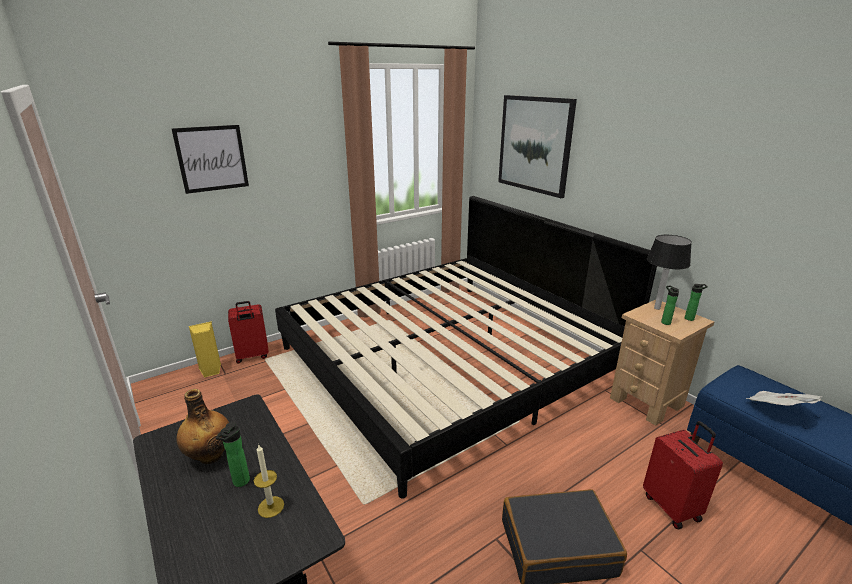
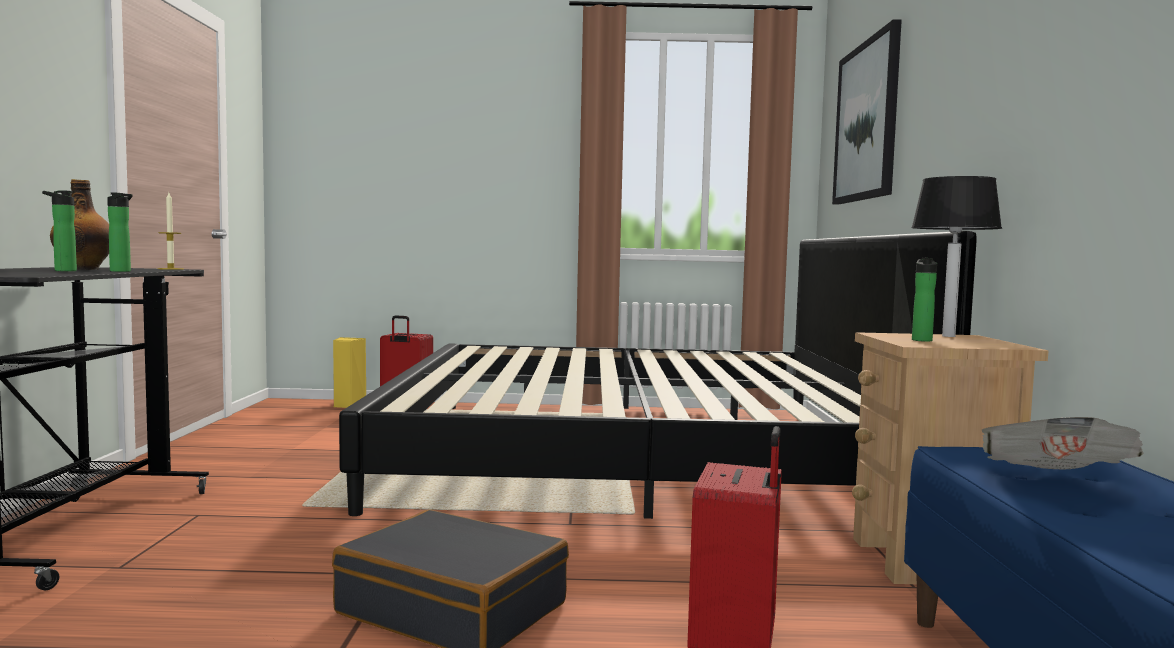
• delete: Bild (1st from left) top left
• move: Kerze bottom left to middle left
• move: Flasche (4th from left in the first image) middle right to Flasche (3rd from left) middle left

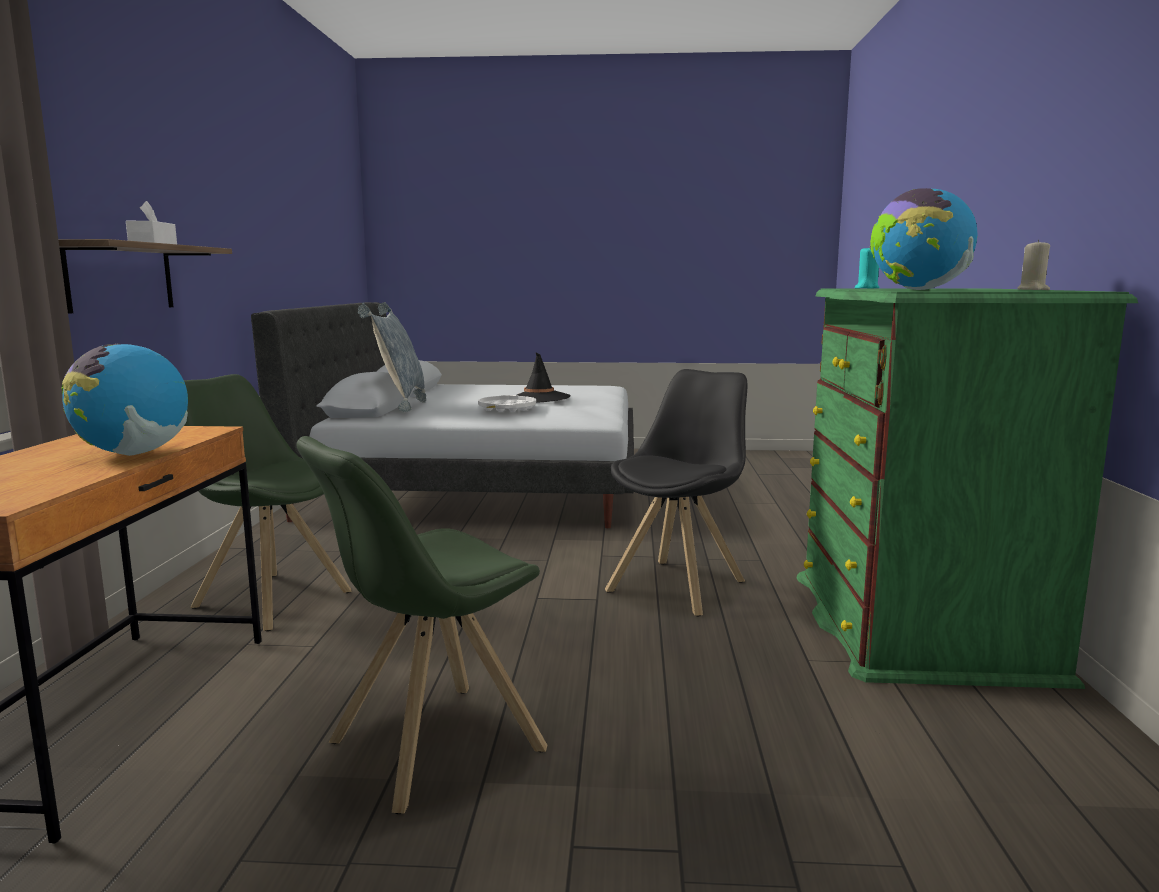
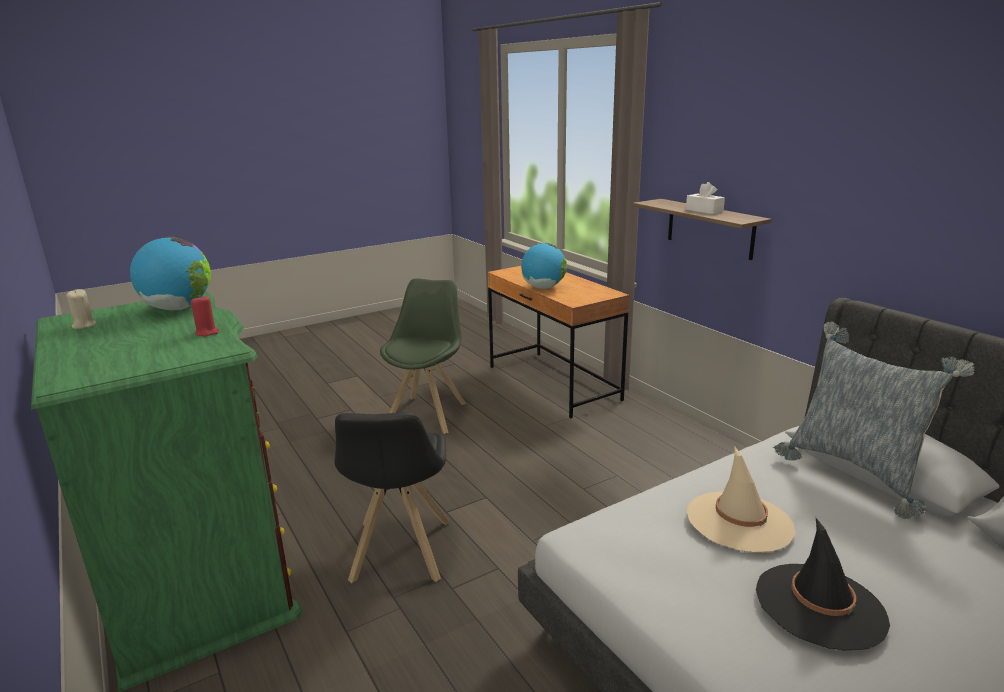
• delete: Stuhl/grün (1st from left) middle left
• replace: Tablett/weiß centre to Hut/beige bottom right
• recolor: Kerze/türkis top right to Kerze/rot middle left

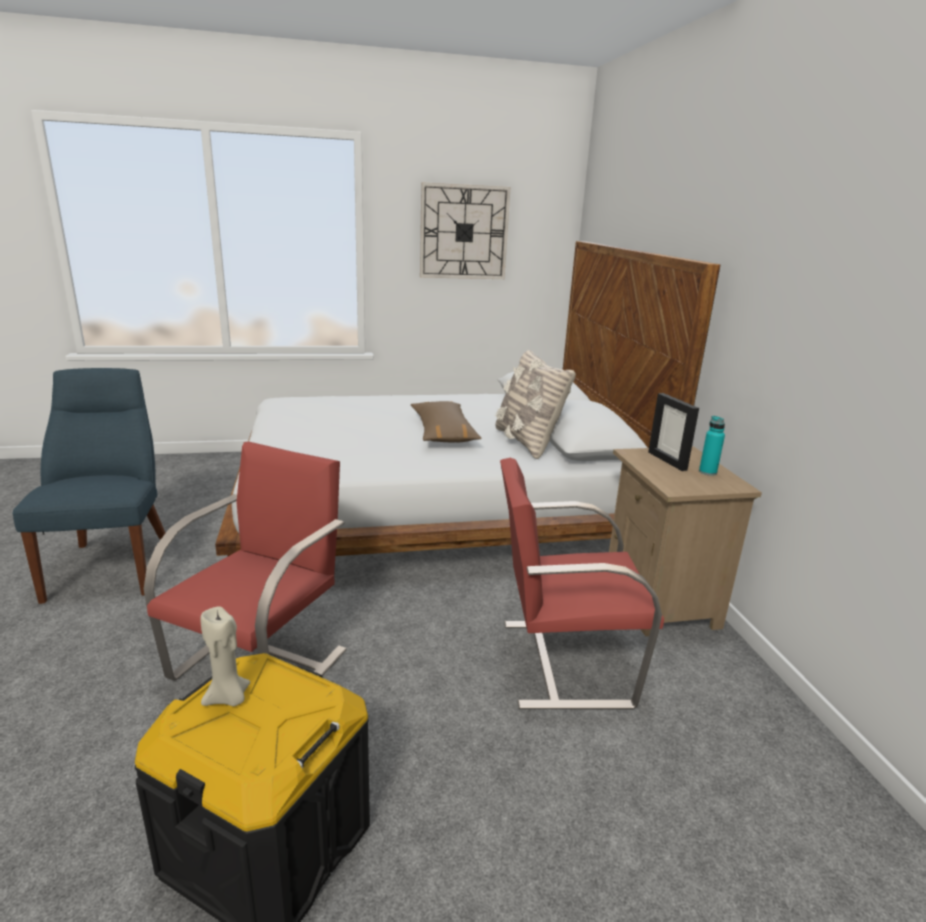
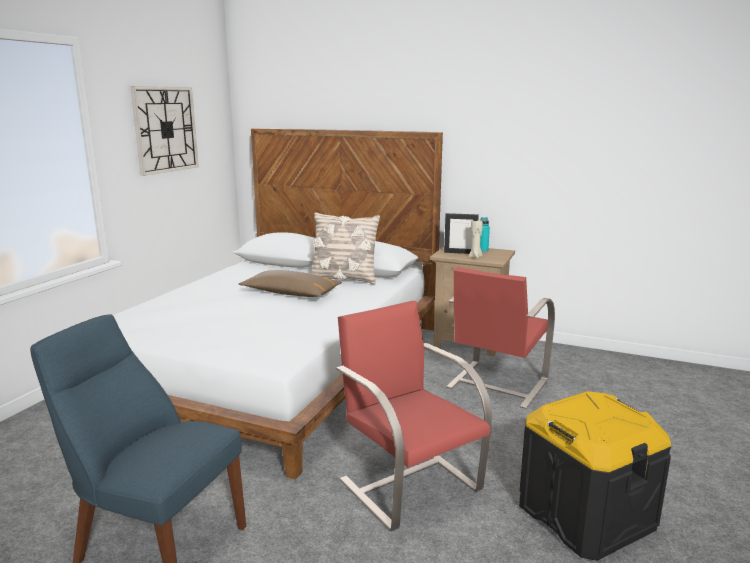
• move: Kerze/beige bottom left to centre

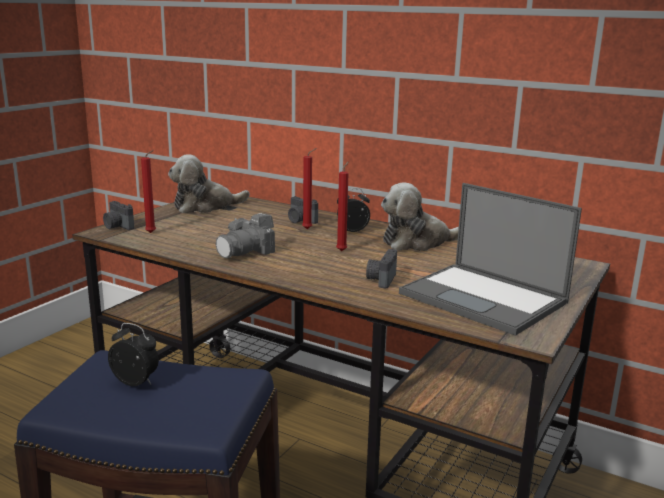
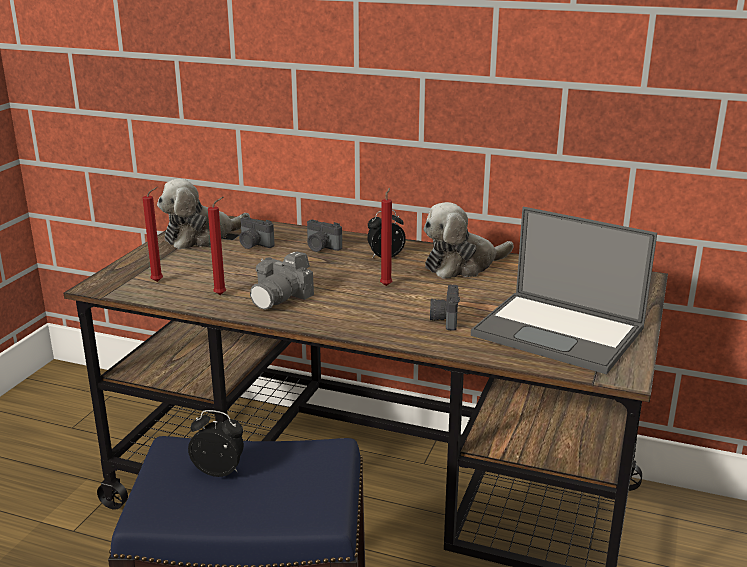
• move: Kamera (1st from left) middle left to centre
• move: Kerze/rot (2nd from left) centre to middle left

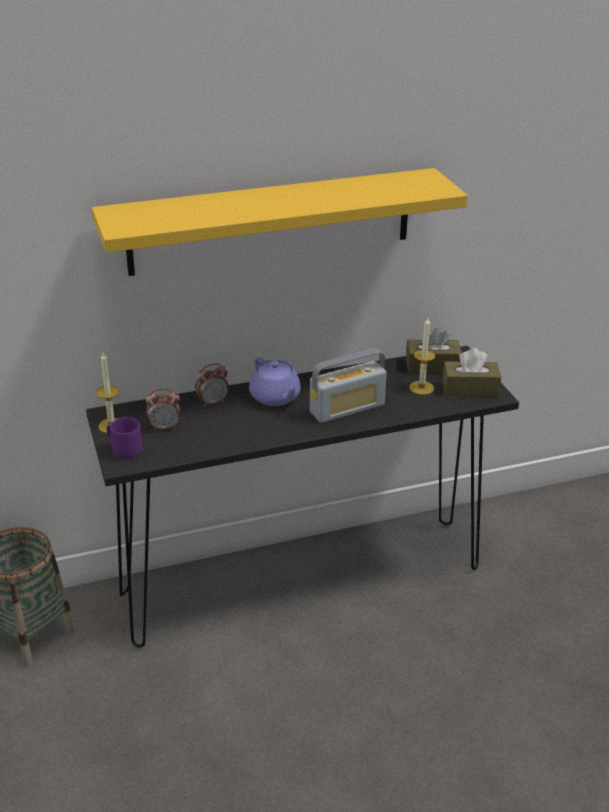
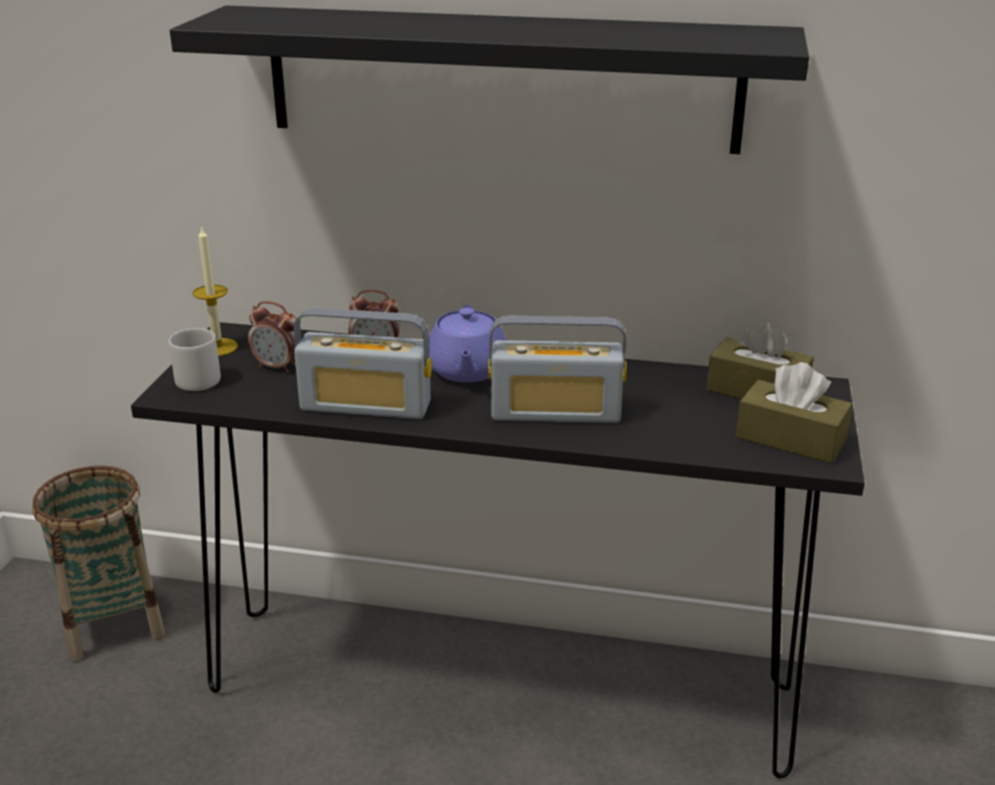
• recolor: Wandregal/gelb top centre to Wandregal/schwarz top centre
• recolor: Henkelbecher/lila middle left to Henkelbecher/grau middle left
• delete: Kerze (2nd from left) middle right
• insert: Radio (1st from left) centre

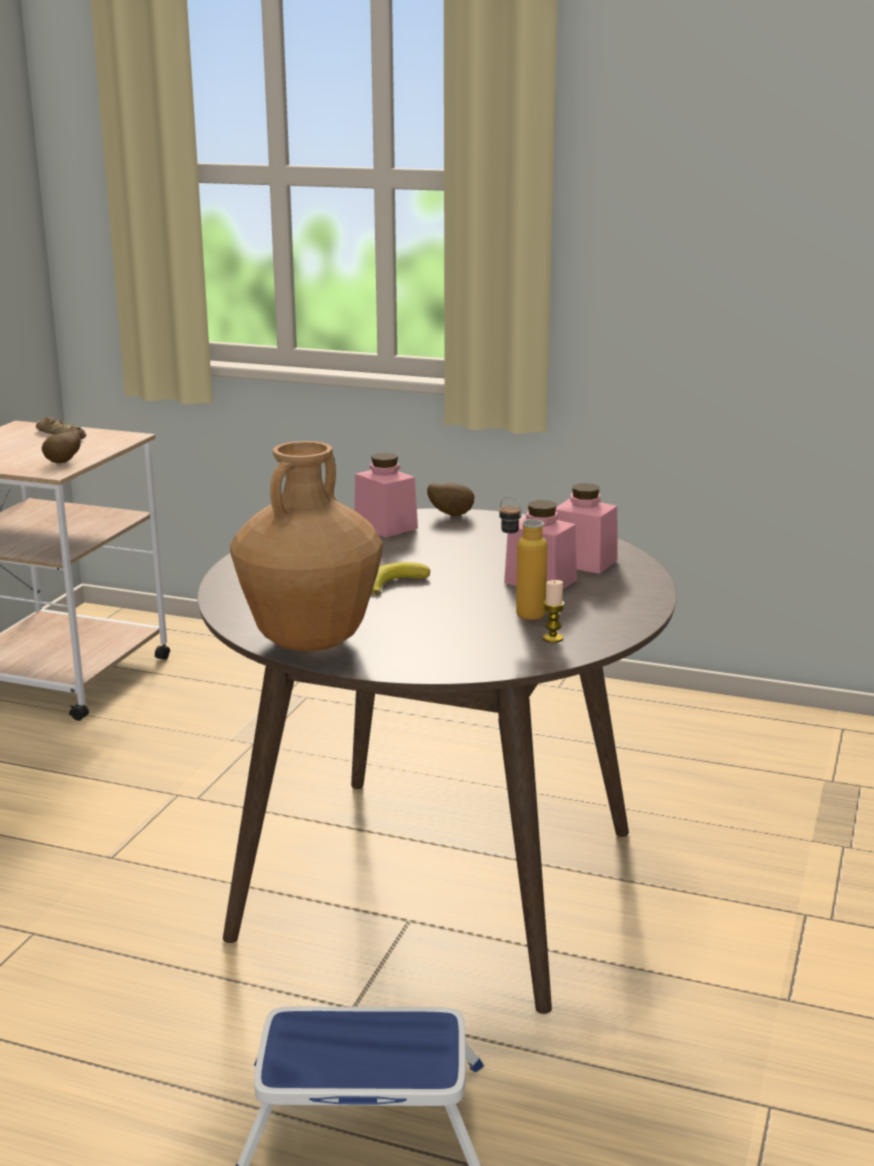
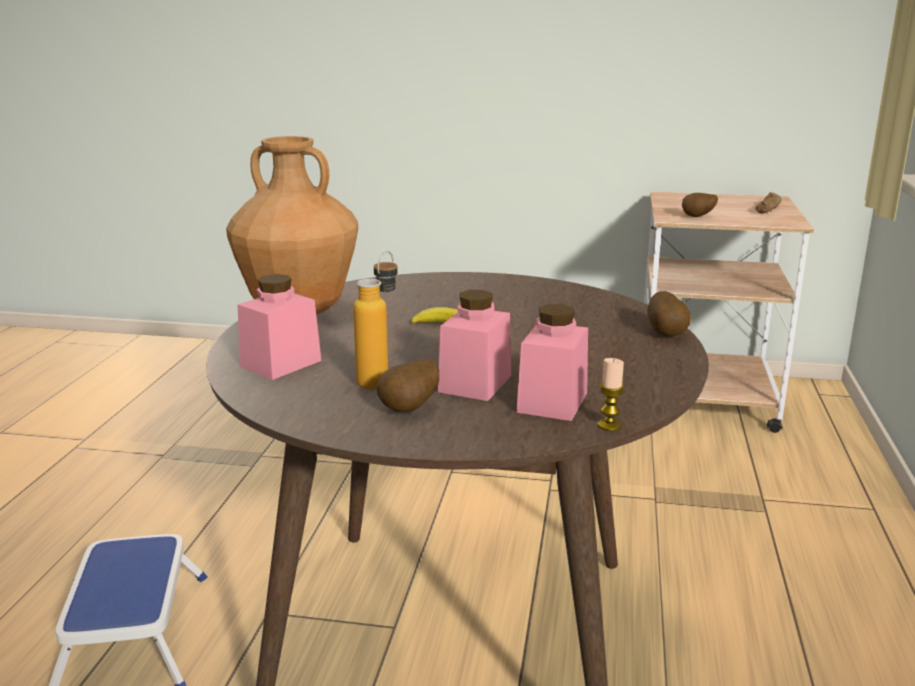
• move: Vorratsglas/rosa (1st from left) centre to middle left
• move: Kerze centre to middle right
• insert: Kartoffel (1st from left) centre

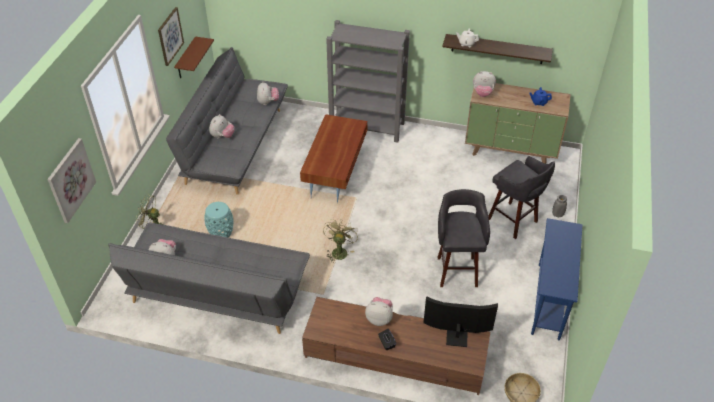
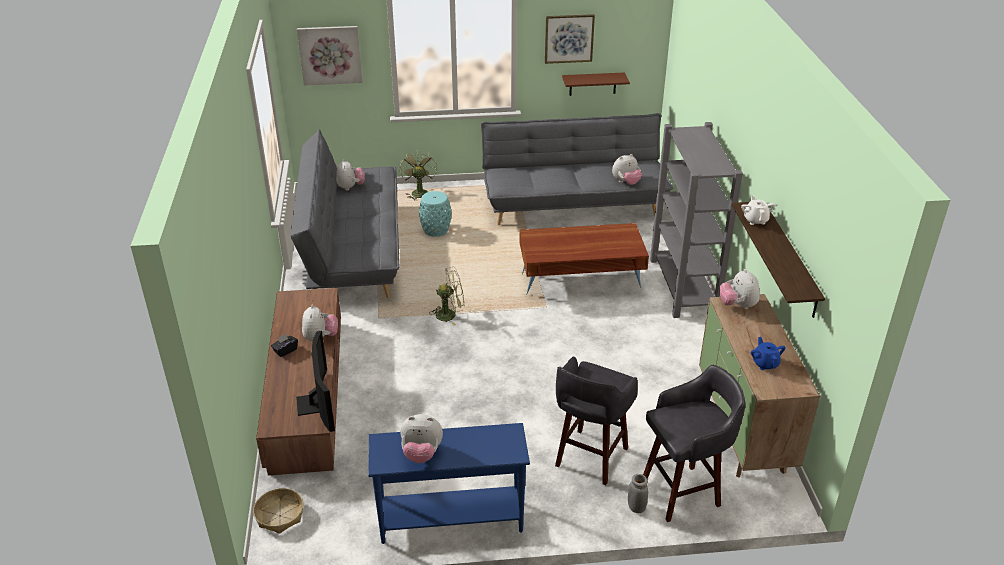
• move: Plüschtier (2nd from left in the first image) top left to Plüschtier (3rd from left) bottom centre
• move: Hocker/grau (1st from left in the first image) centre to Hocker/grau (2nd from left) bottom right

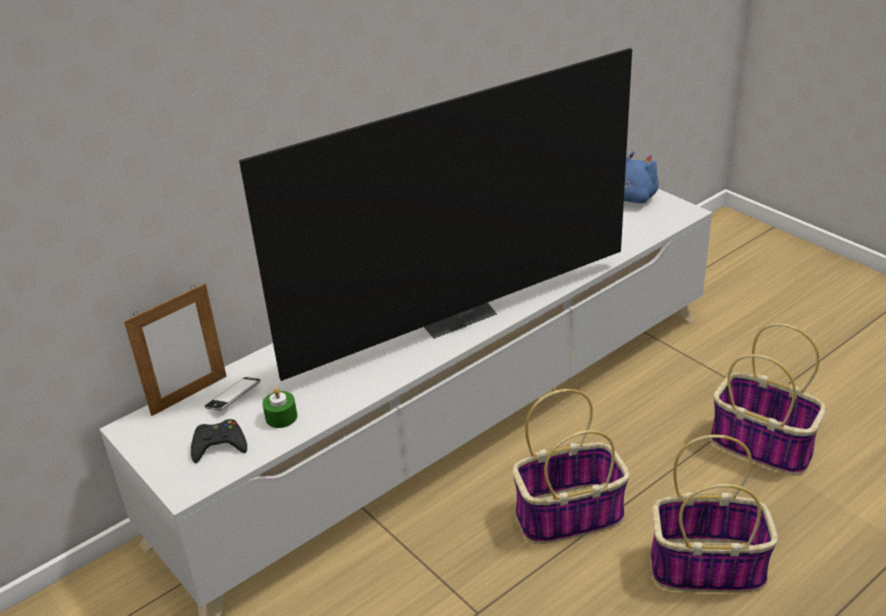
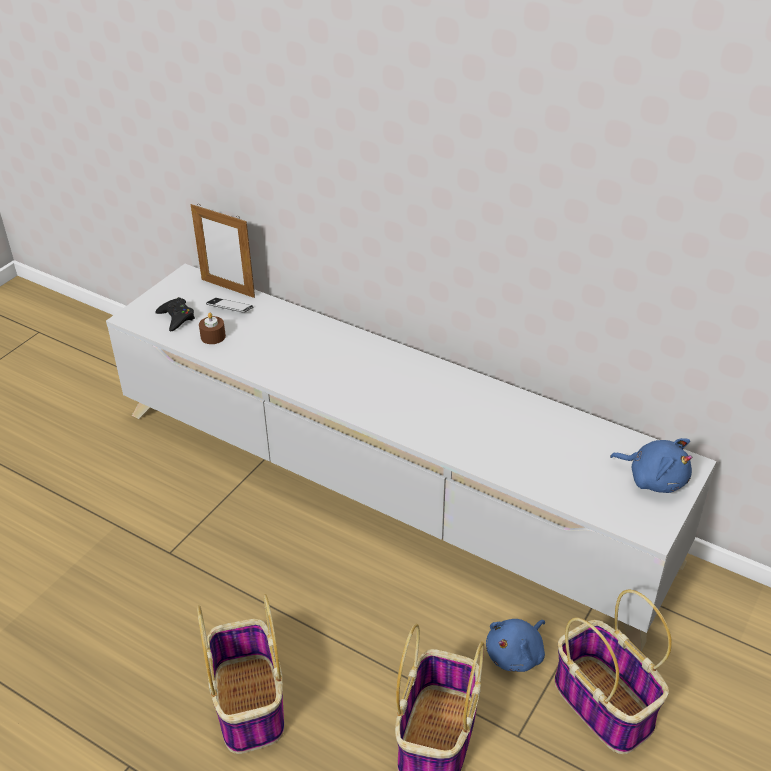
• delete: Fernseher centre
• recolor: Kerze/grün middle left to Kerze/braun middle left
• move: Korb (1st from left in the first image) bottom centre to Korb (3rd from left) bottom right
• insert: Plüschtier/blau (1st from left) bottom right

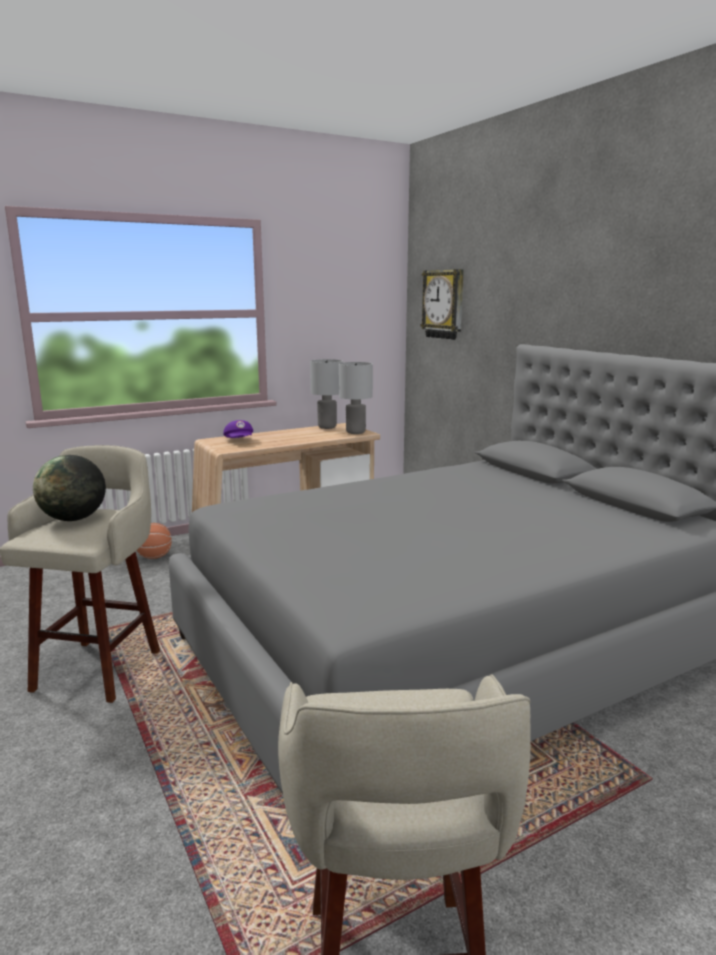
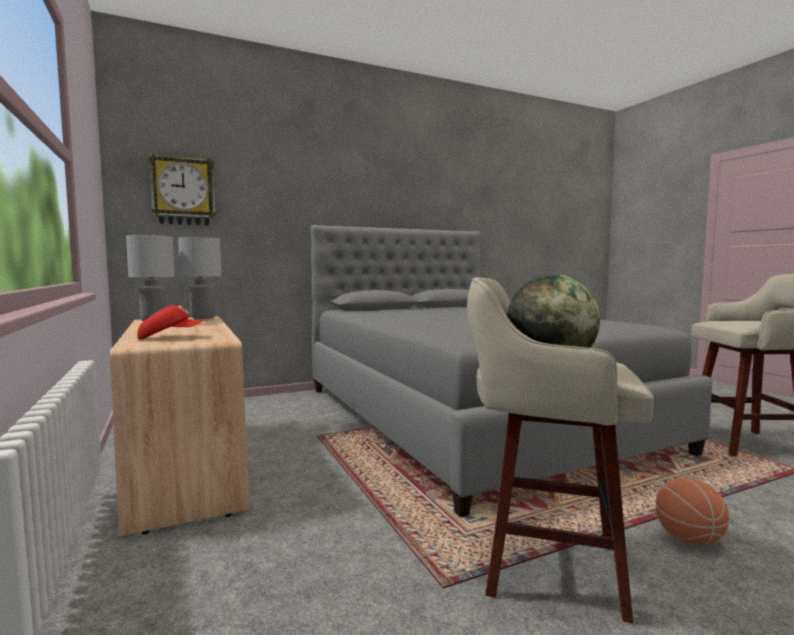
• move: Basketball middle left to bottom right
• recolor: Kappe/lila middle left to Kappe/rot middle left

